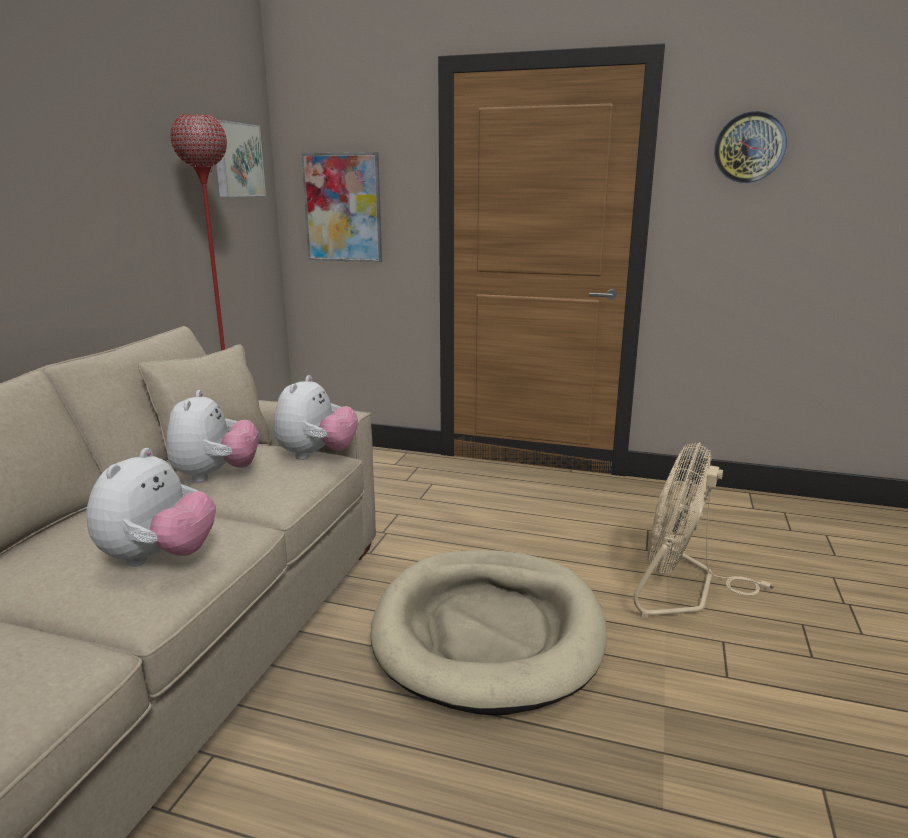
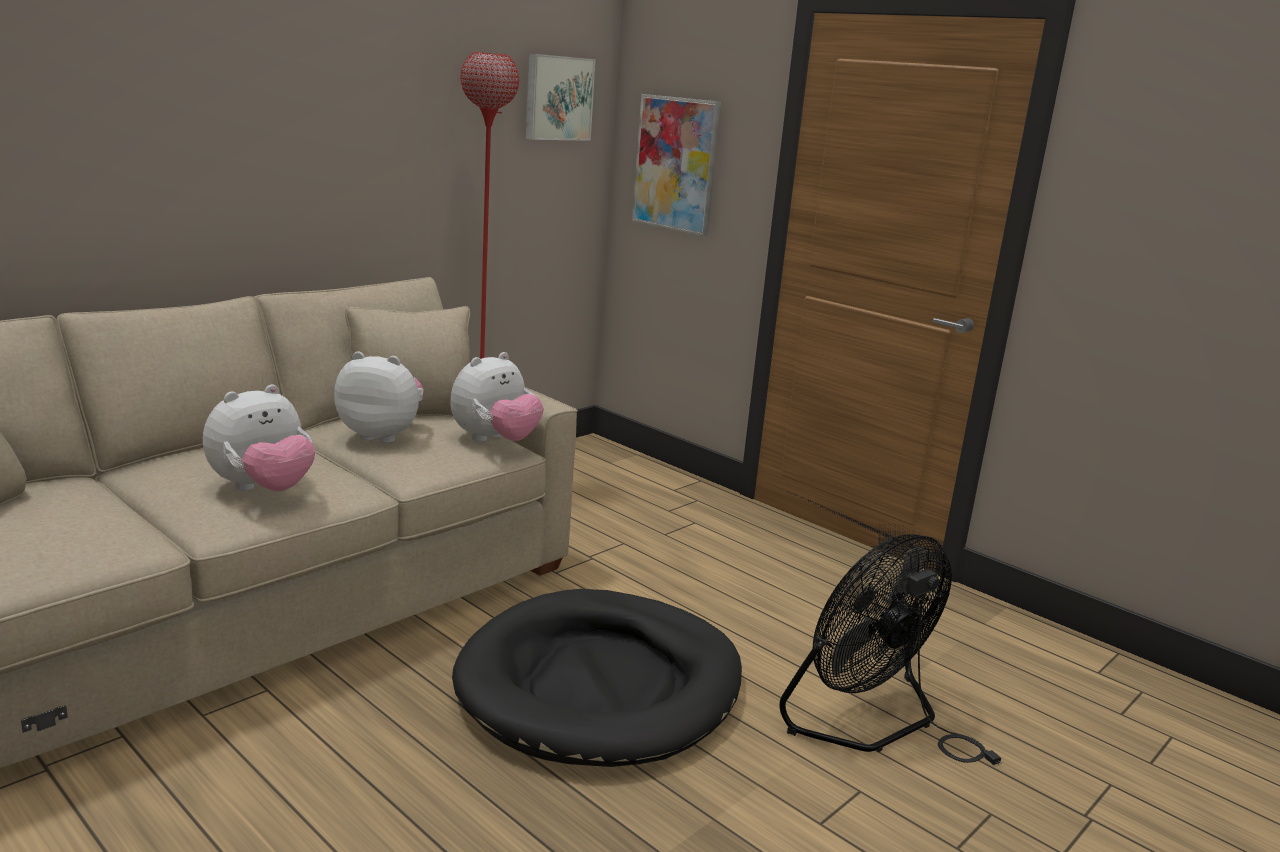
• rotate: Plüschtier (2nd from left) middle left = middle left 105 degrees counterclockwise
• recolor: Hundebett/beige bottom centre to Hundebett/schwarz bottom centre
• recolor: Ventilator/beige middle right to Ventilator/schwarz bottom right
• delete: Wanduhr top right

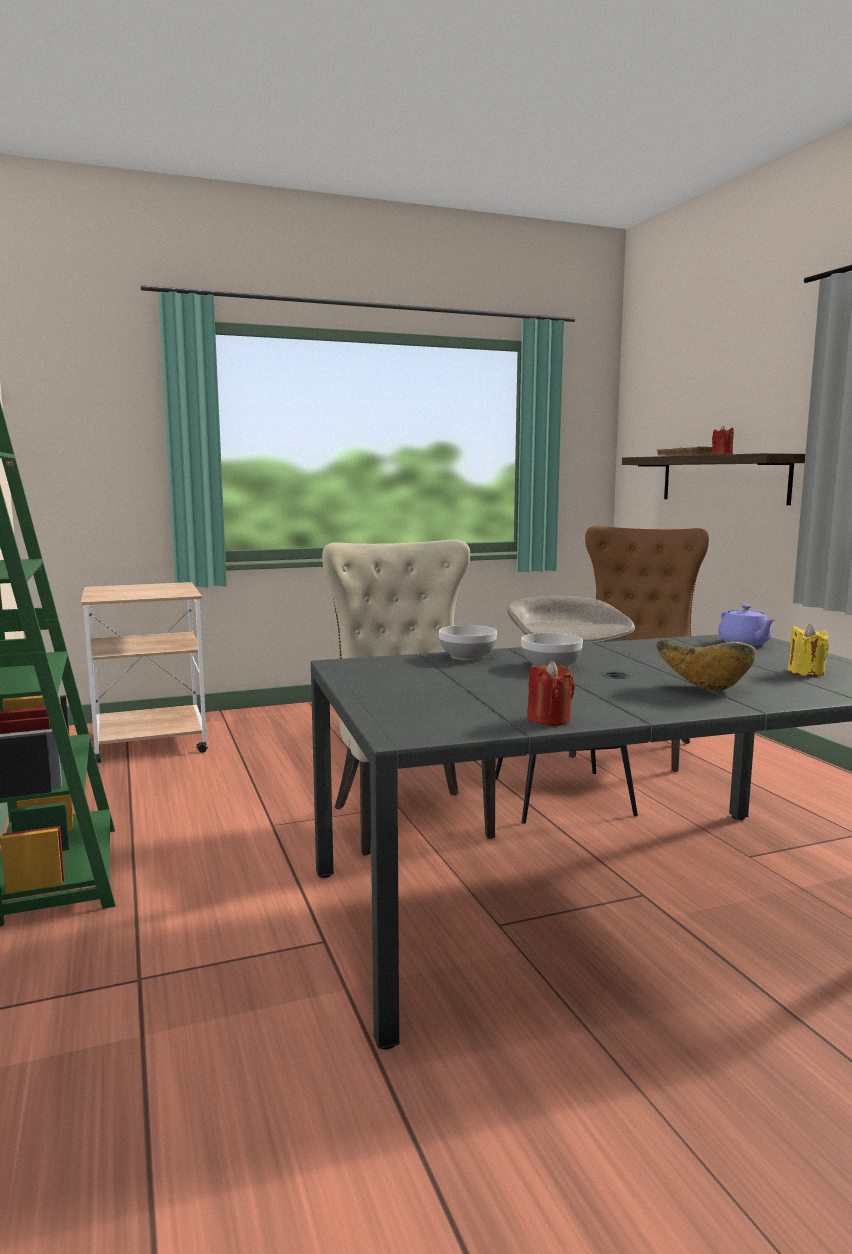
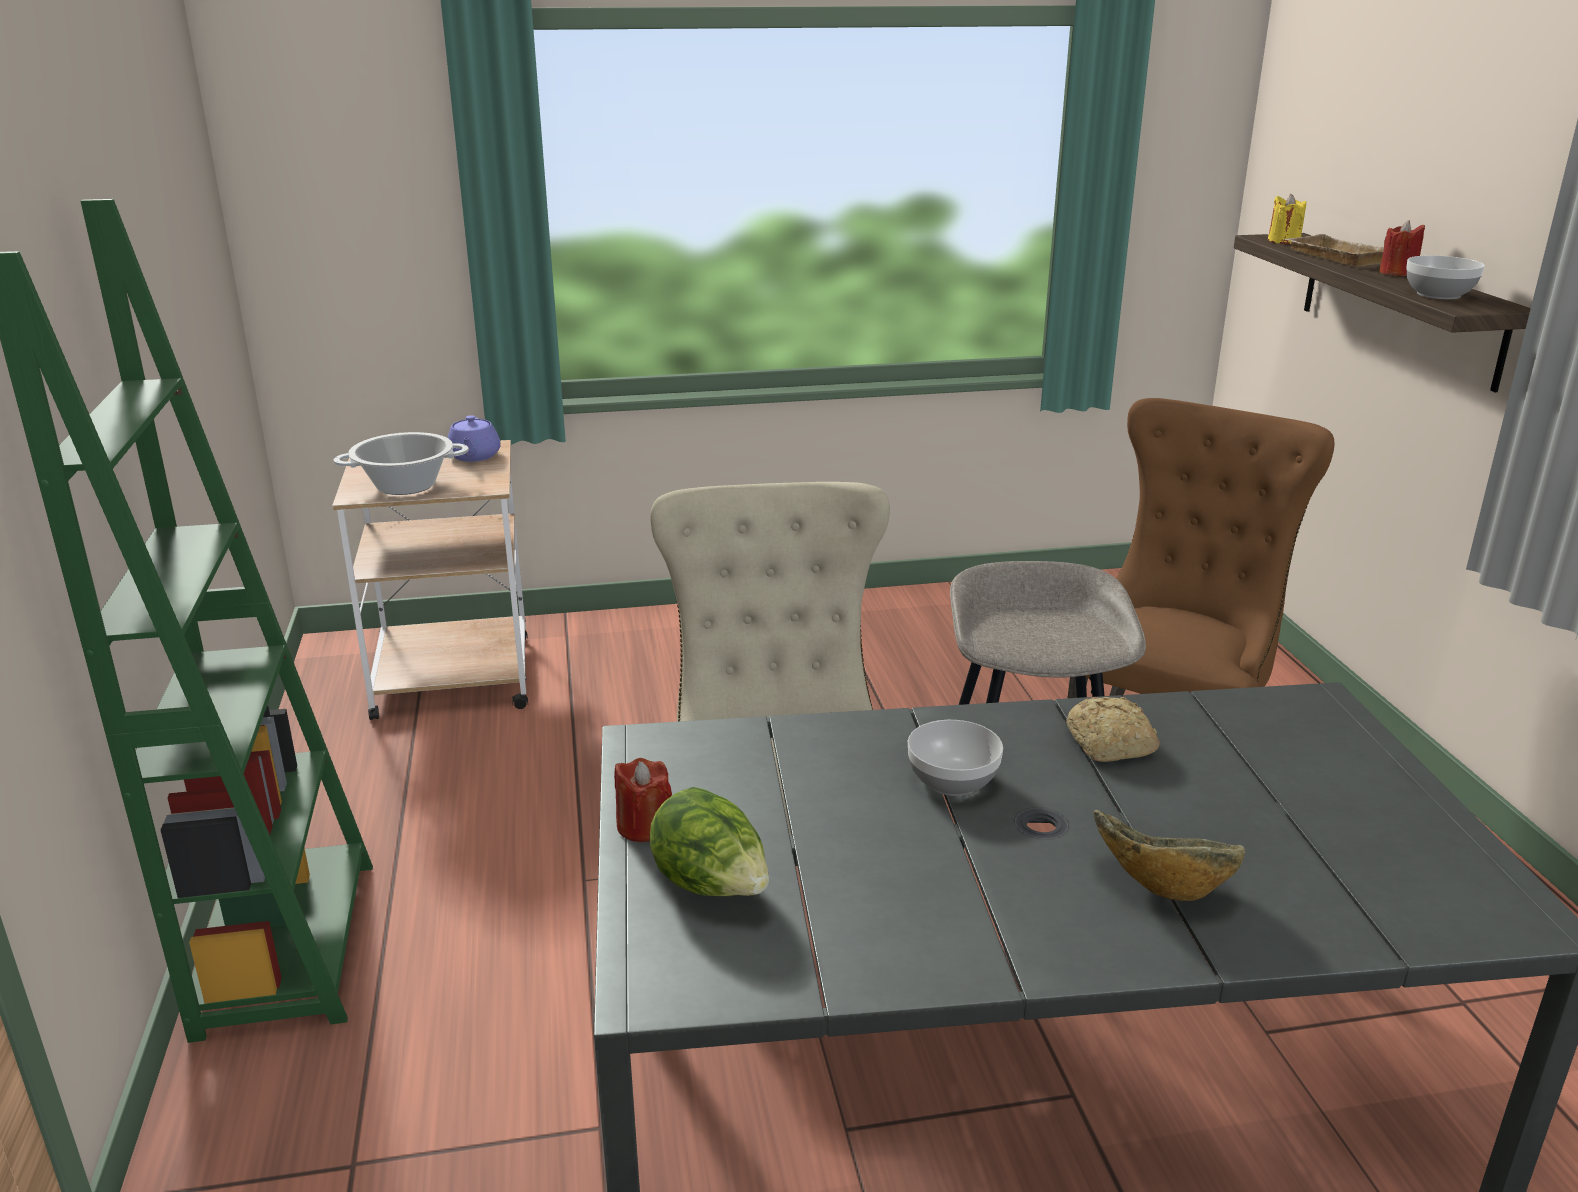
• move: Schüssel (1st from left in the first image) centre to Schüssel (3rd from left) top right
• move: Kerze/rot (1st from left) centre to bottom centre
• move: Teekanne/lila middle right to middle left
• move: Kerze/gelb middle right to top right
• insert: Kochtopf middle left
• insert: Salatkopf bottom centre
• insert: Brot middle right

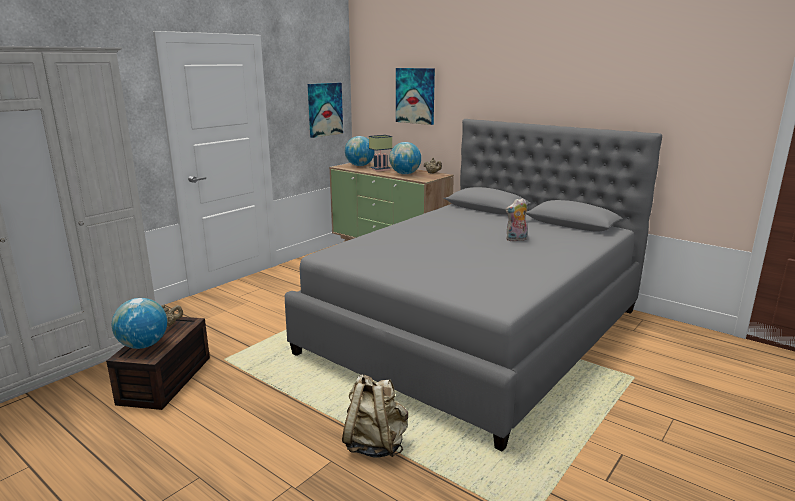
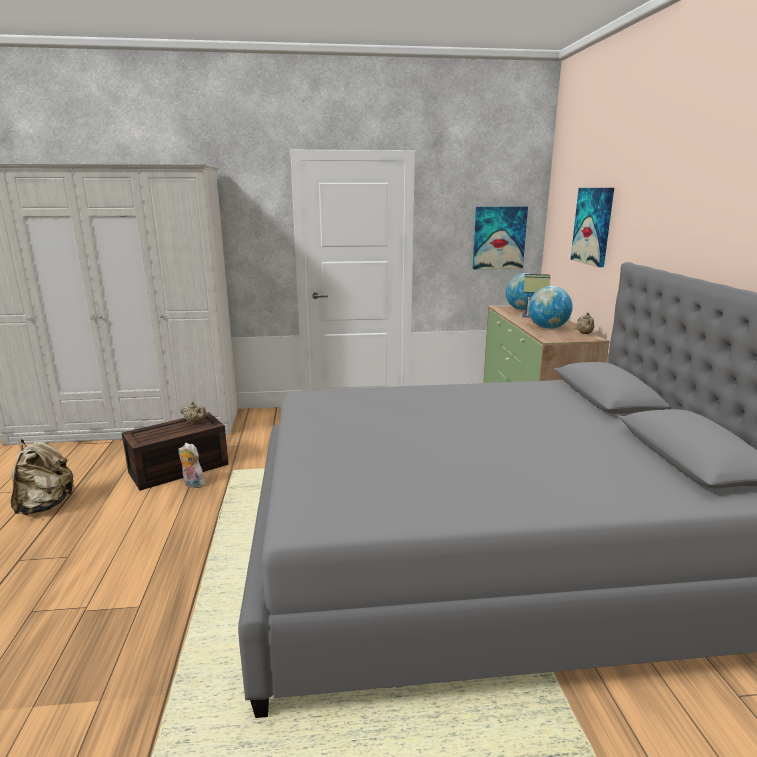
• delete: Globus (1st from left) middle left
• move: Rucksack/beige bottom centre to middle left
• move: Plüschtier centre to middle left

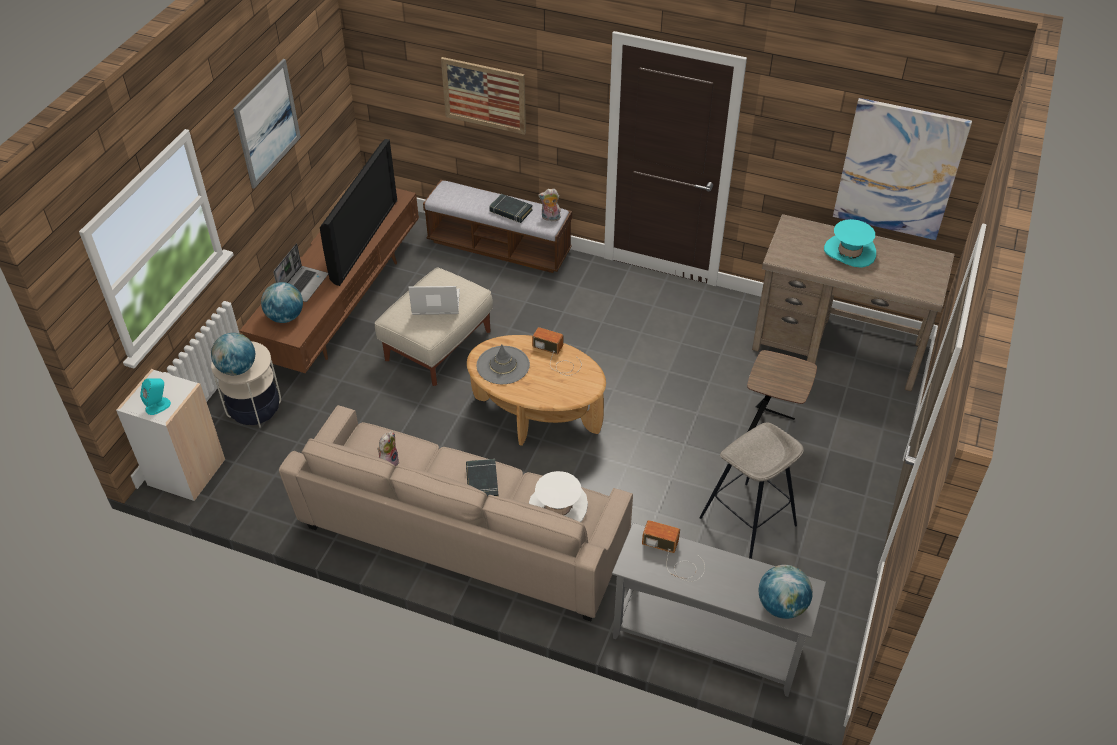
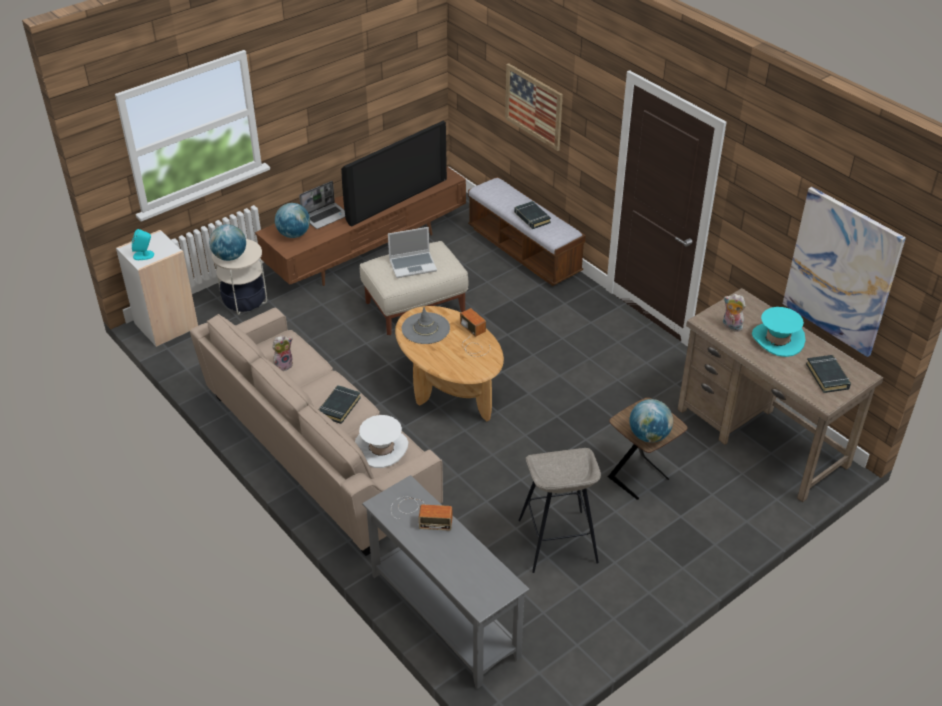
• delete: Bild (1st from left) top left
• rotate: Laptop (2nd from left) centre = centre 135 degrees clockwise
• move: Plüschtier (2nd from left) top centre to middle right
• rotate: Radio (2nd from left in the first image) bottom centre = bottom centre 135 degrees clockwise
• move: Globus (3rd from left) bottom right to middle right
• insert: Buch/schwarz (3rd from left) middle right

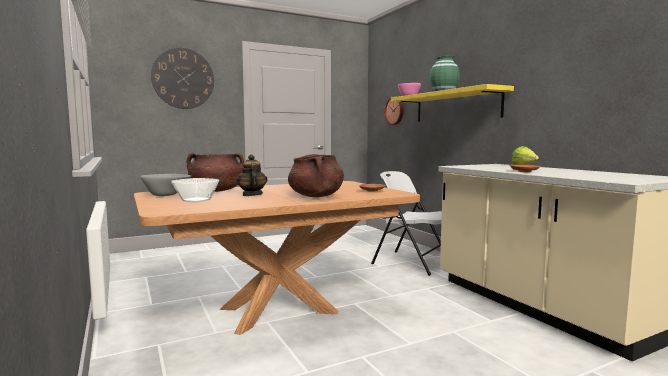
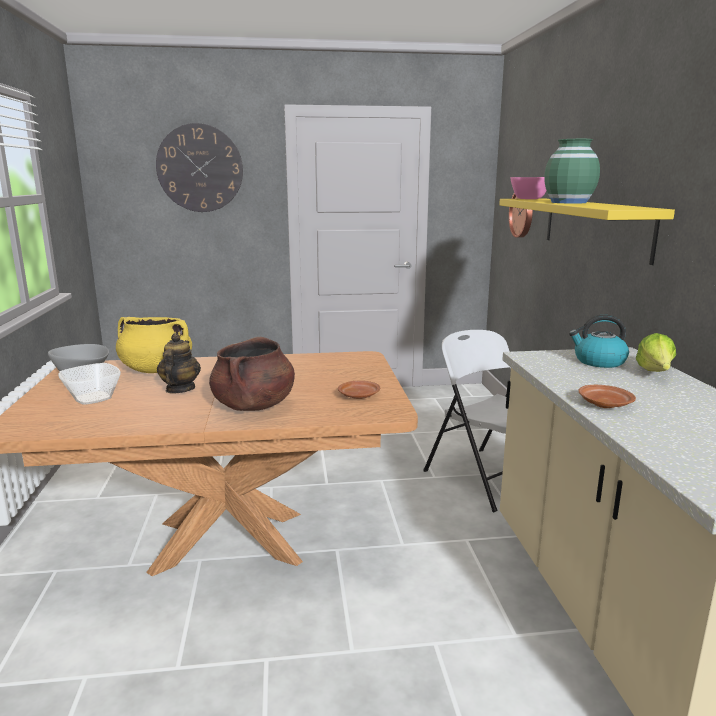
• recolor: Kochtopf/braun (1st from left) middle left to Kochtopf/gelb middle left
• insert: Wasserkessel middle right

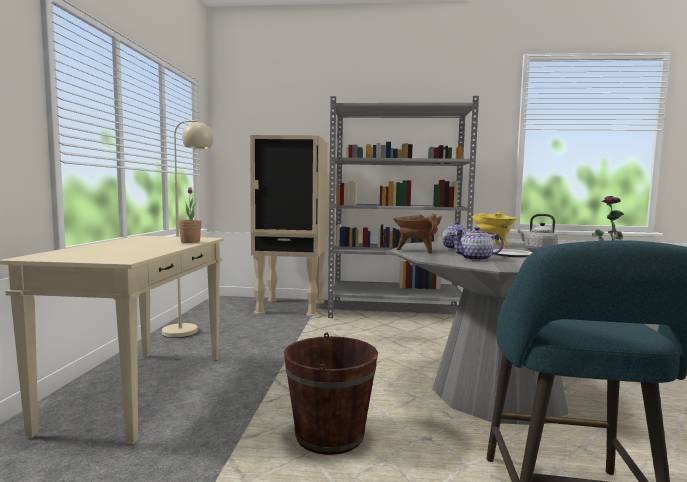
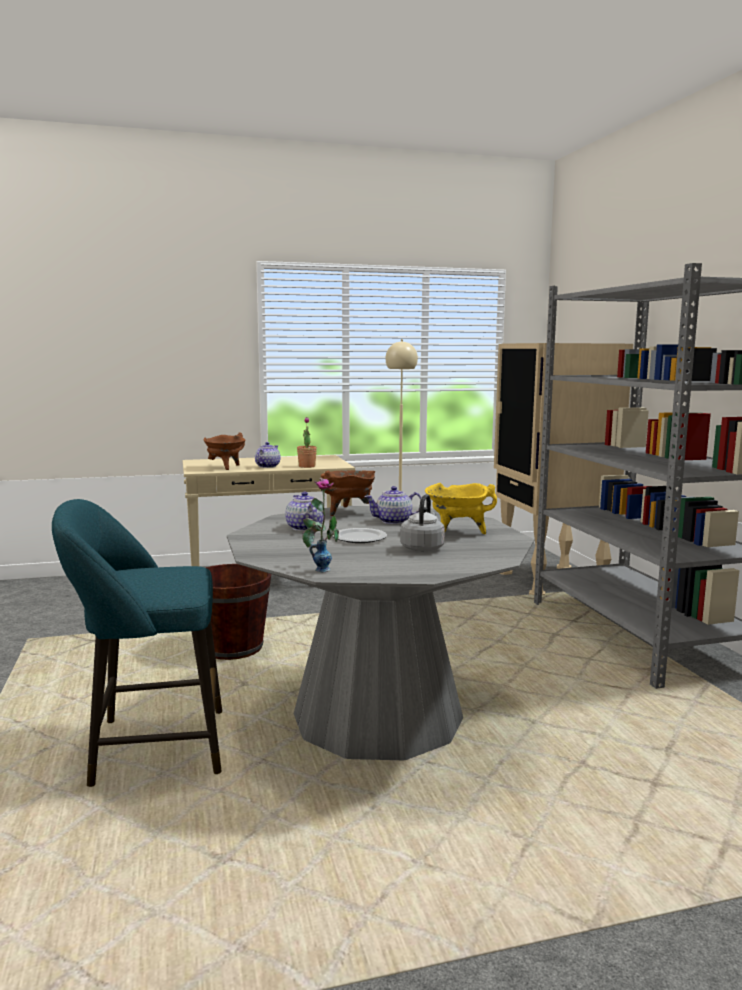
• insert: Kochtopf/braun (1st from left) middle left
• insert: Teekanne (1st from left) centre

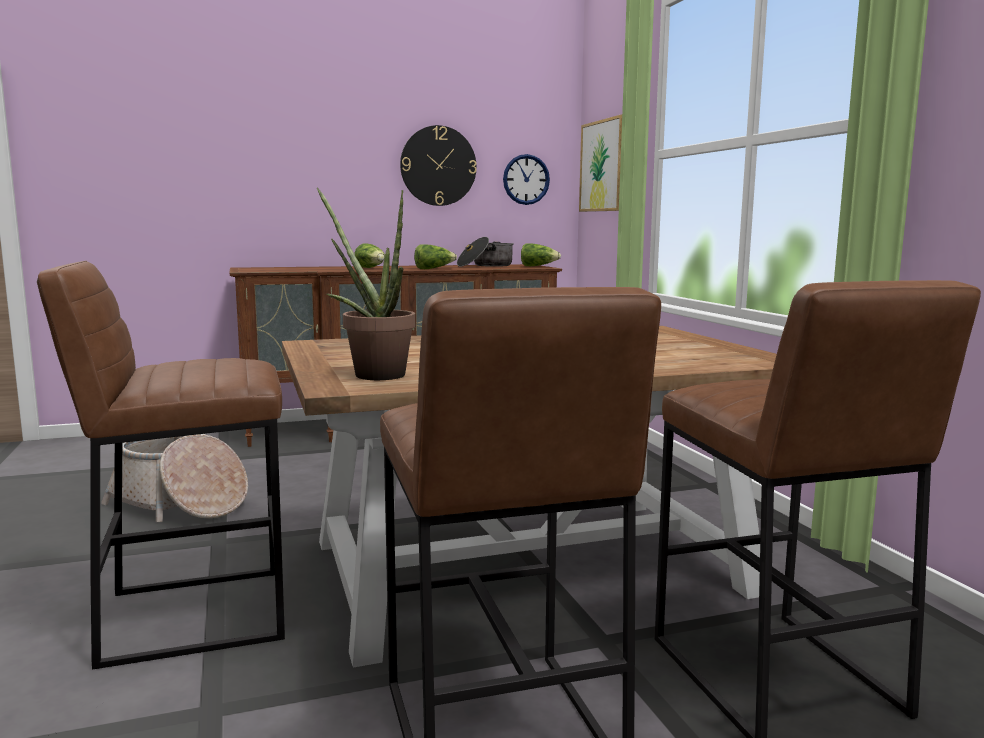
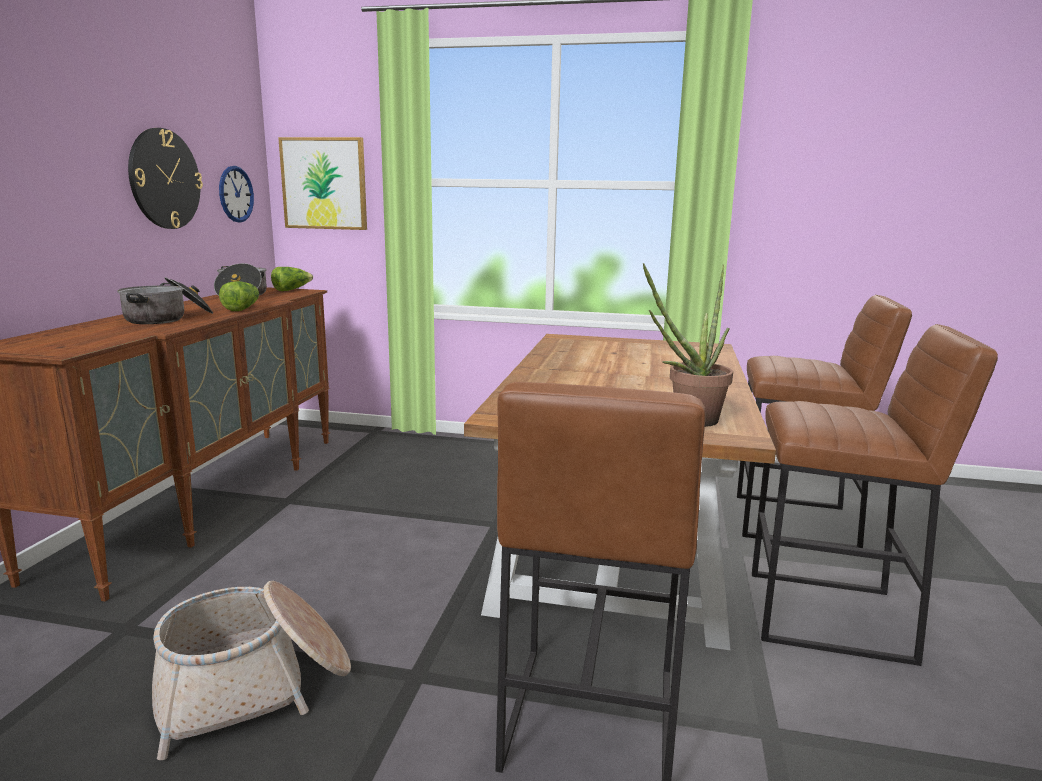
• replace: Salatkopf (1st from left) centre to Kochtopf (1st from left) middle left

